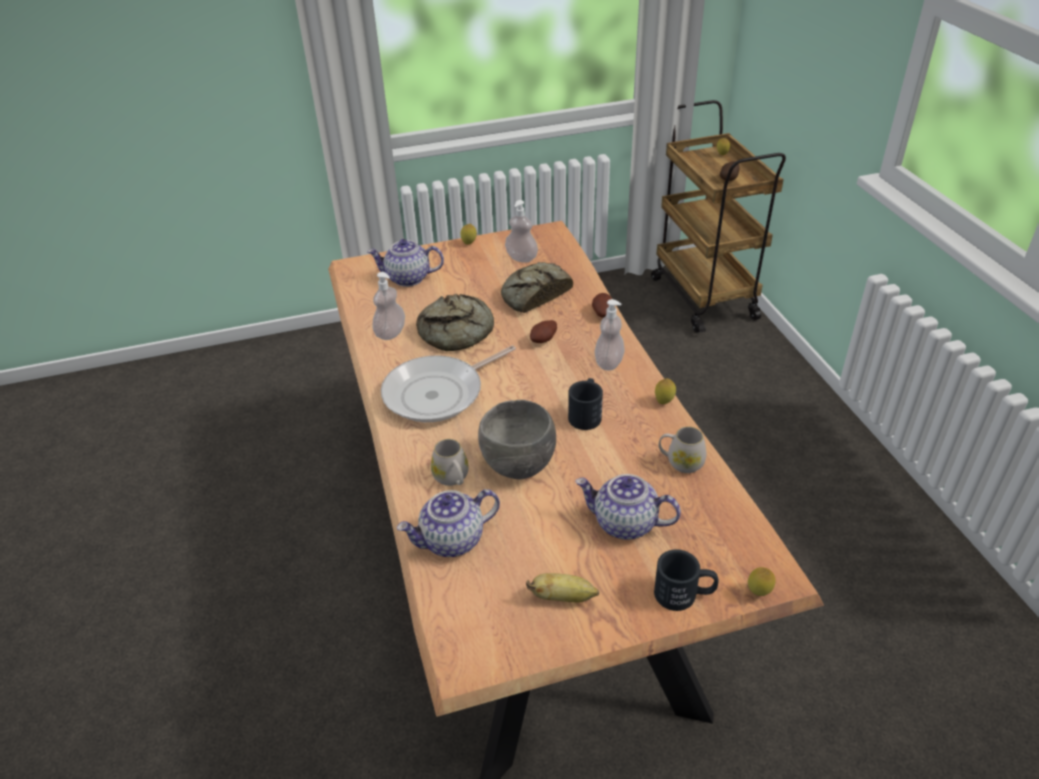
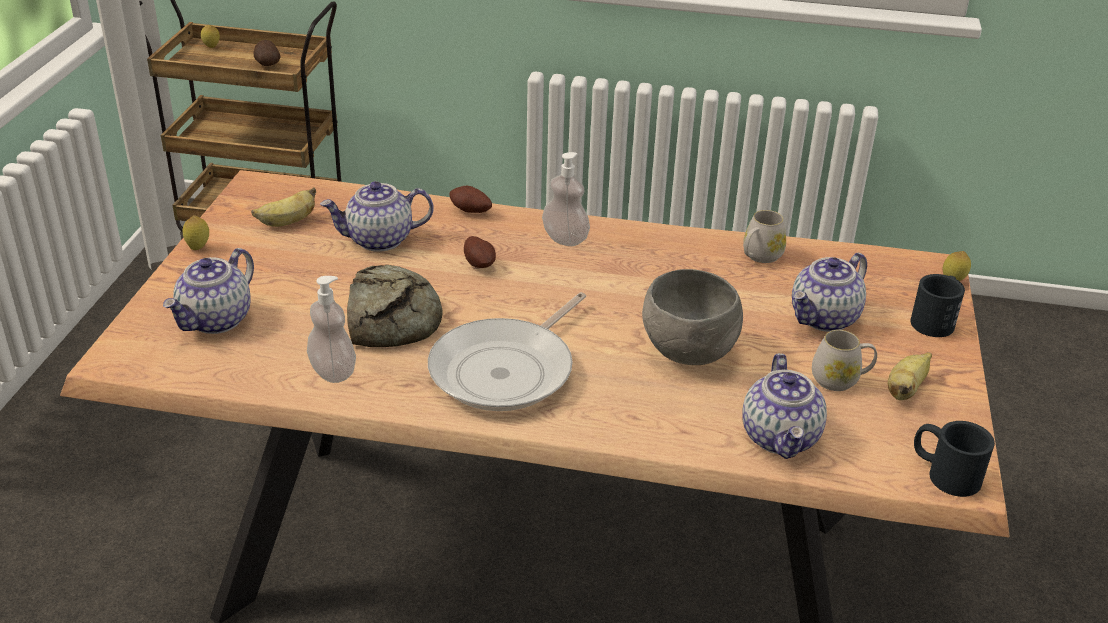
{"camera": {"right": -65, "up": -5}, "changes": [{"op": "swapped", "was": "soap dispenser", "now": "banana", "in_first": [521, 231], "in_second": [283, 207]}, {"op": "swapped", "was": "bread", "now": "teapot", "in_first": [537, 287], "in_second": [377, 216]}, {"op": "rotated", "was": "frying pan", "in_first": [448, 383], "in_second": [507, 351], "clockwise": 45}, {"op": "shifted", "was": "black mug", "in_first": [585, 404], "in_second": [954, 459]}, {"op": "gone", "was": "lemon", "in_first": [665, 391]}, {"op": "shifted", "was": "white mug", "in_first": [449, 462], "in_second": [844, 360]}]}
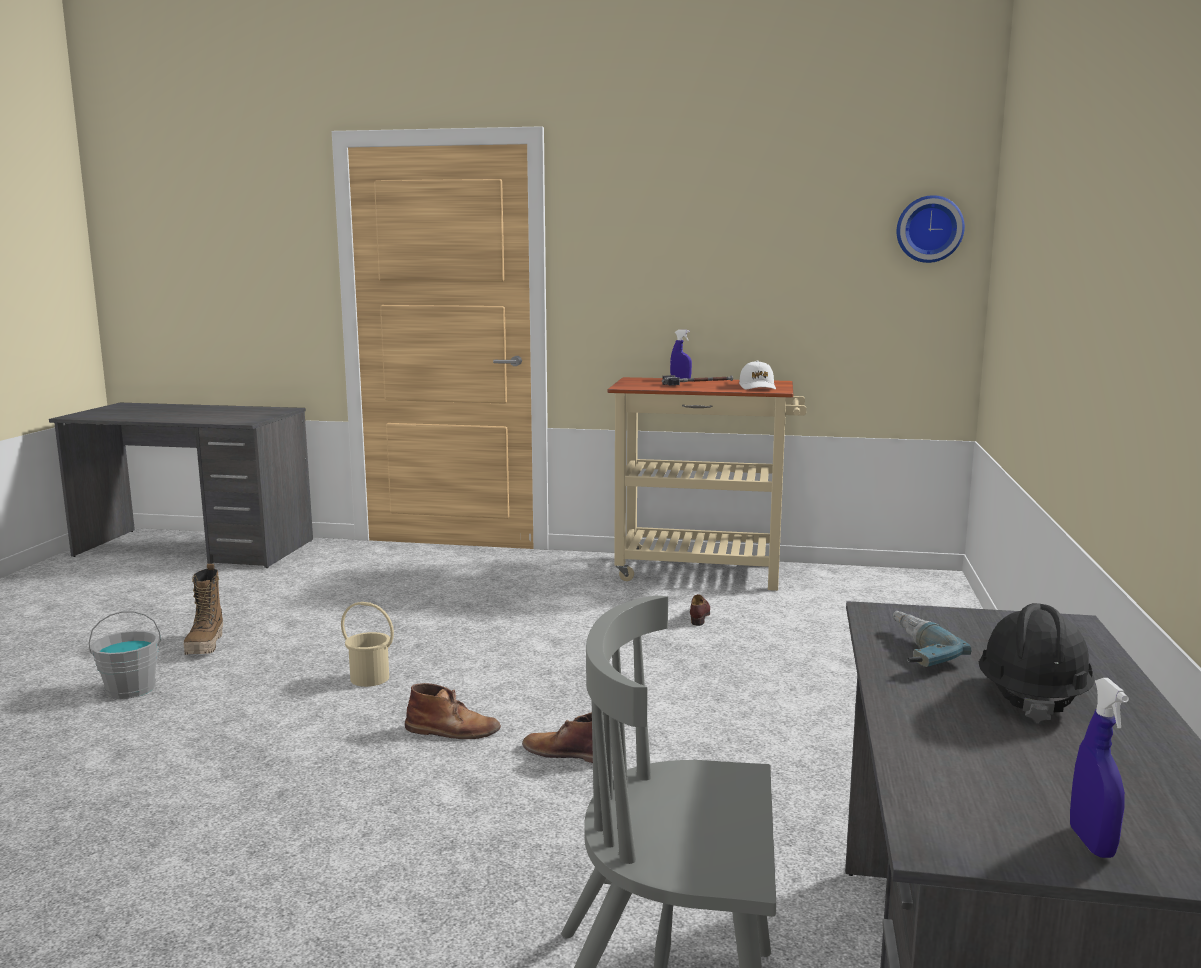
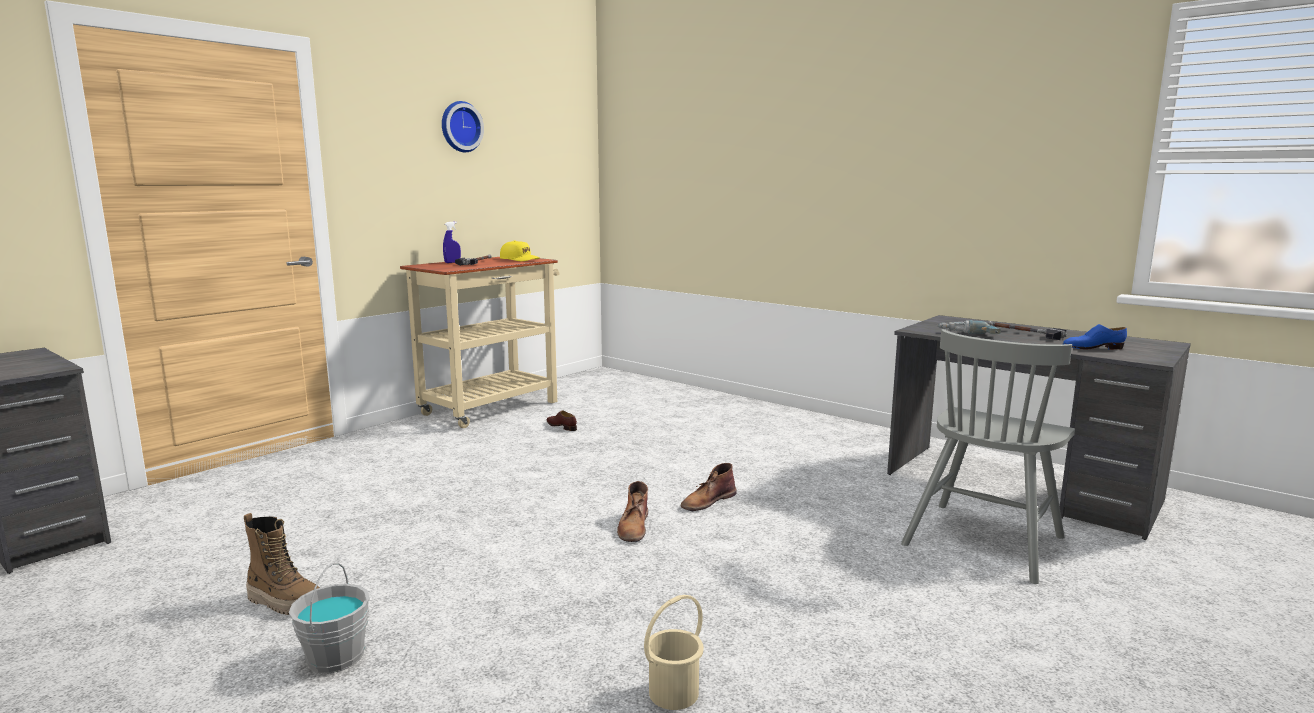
{"camera": {"right": -60, "up": 0}, "changes": [{"op": "shifted", "was": "wall clock", "in_first": [931, 229], "in_second": [463, 126]}, {"op": "repainted", "was": "white cap", "now": "yellow cap", "in_first": [757, 375], "in_second": [520, 250]}, {"op": "shifted", "was": "beige bucket", "in_first": [367, 644], "in_second": [674, 652]}, {"op": "swapped", "was": "black hard hat", "now": "hammer", "in_first": [1036, 663], "in_second": [1028, 330]}, {"op": "gone", "was": "blue spray bottle", "in_first": [1099, 768]}, {"op": "rotated", "was": "brown boot", "in_first": [453, 711], "in_second": [632, 511], "clockwise": 150}, {"op": "new", "now": "blue shoe", "in_second": [1095, 337]}]}
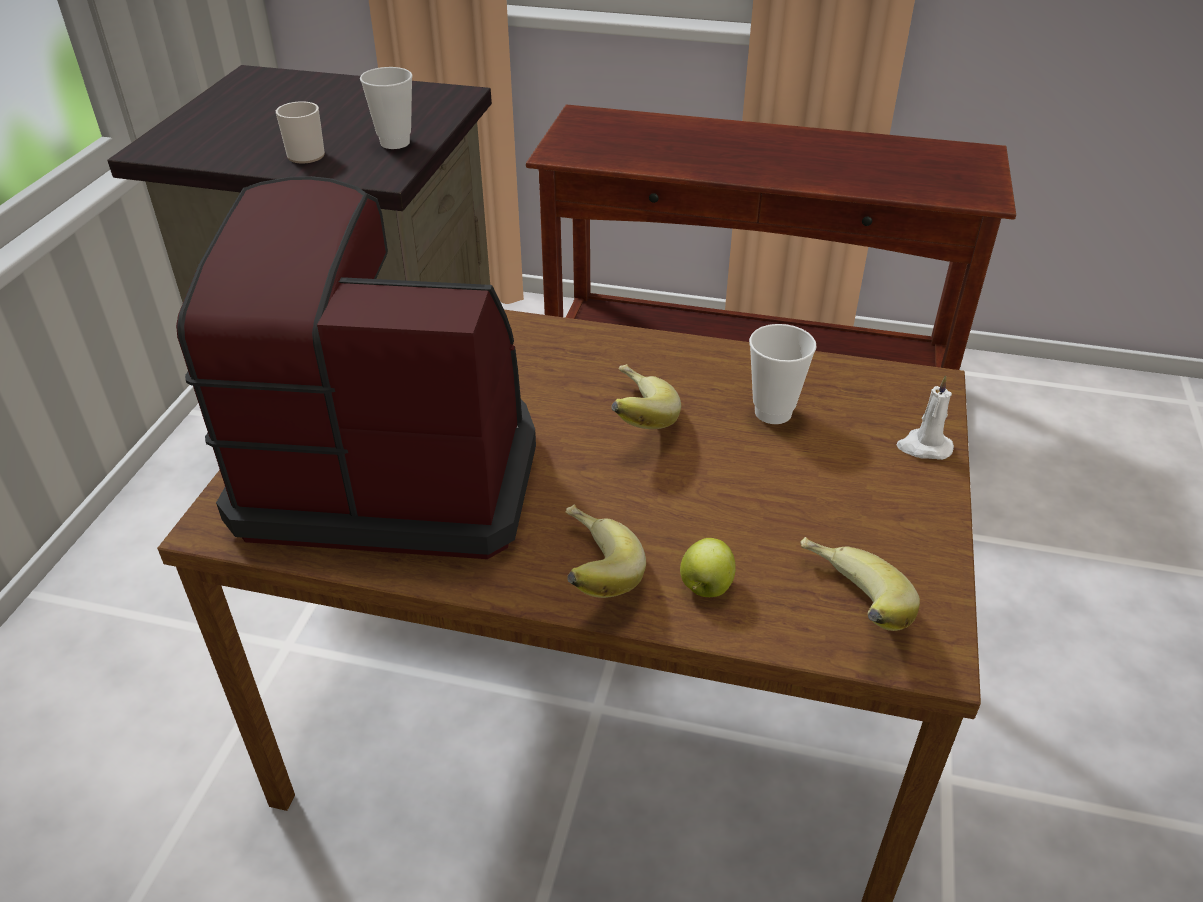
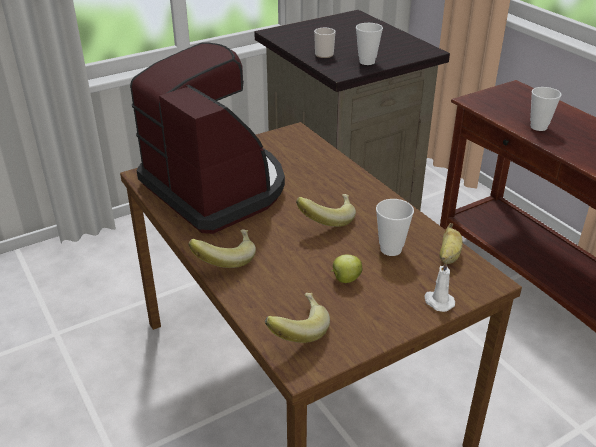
{"camera": {"right": 45, "up": -5}, "changes": [{"op": "shifted", "was": "apple", "in_first": [708, 567], "in_second": [346, 269]}, {"op": "new", "now": "cup", "in_second": [545, 109]}, {"op": "new", "now": "banana", "in_second": [451, 243]}]}
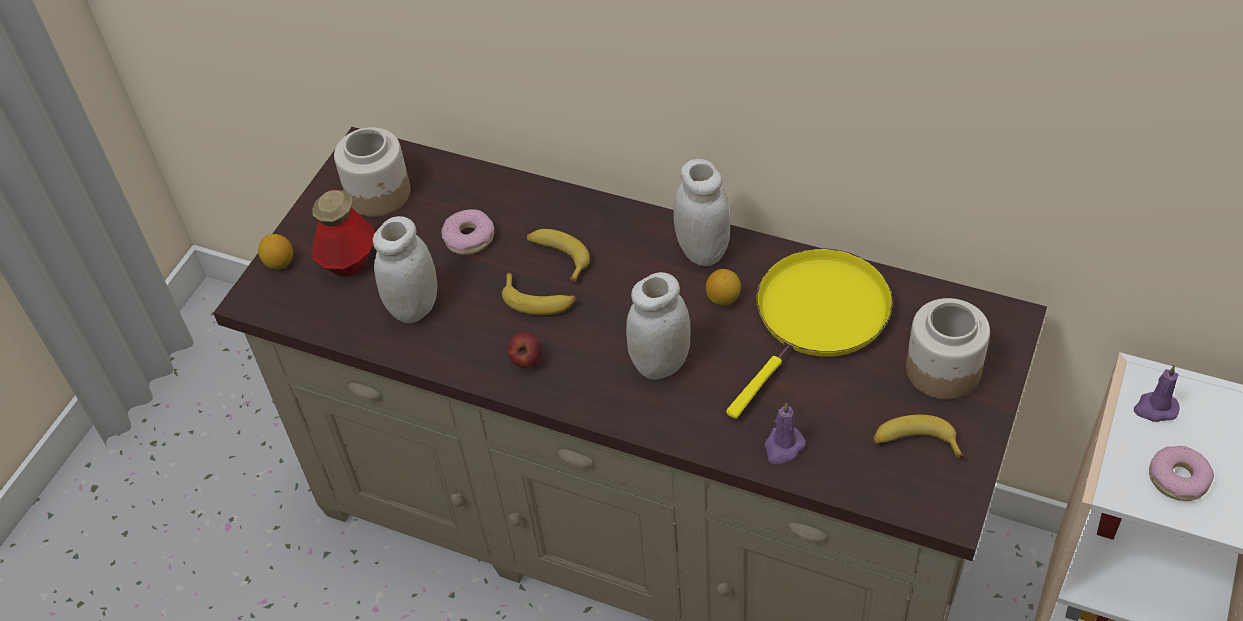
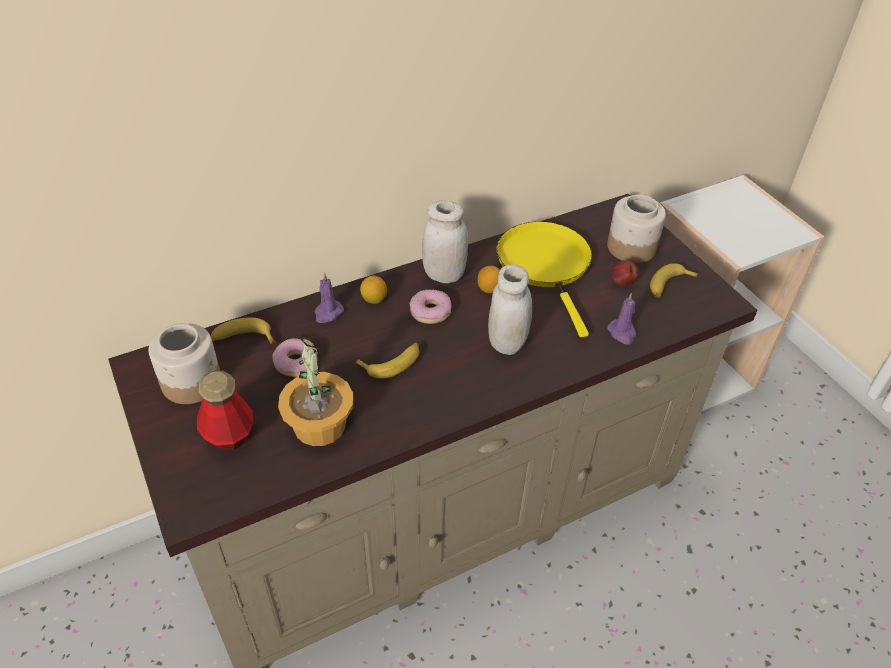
{"camera": {"right": -55, "up": -5}, "changes": [{"op": "swapped", "was": "white jar", "now": "potted plant", "in_first": [405, 270], "in_second": [315, 391]}, {"op": "shifted", "was": "banana", "in_first": [558, 256], "in_second": [242, 330]}, {"op": "shifted", "was": "lemon", "in_first": [275, 252], "in_second": [373, 290]}, {"op": "shifted", "was": "apple", "in_first": [524, 350], "in_second": [625, 273]}, {"op": "shifted", "was": "purple candle", "in_first": [1156, 393], "in_second": [329, 298]}, {"op": "shifted", "was": "donut", "in_first": [1181, 473], "in_second": [430, 306]}]}
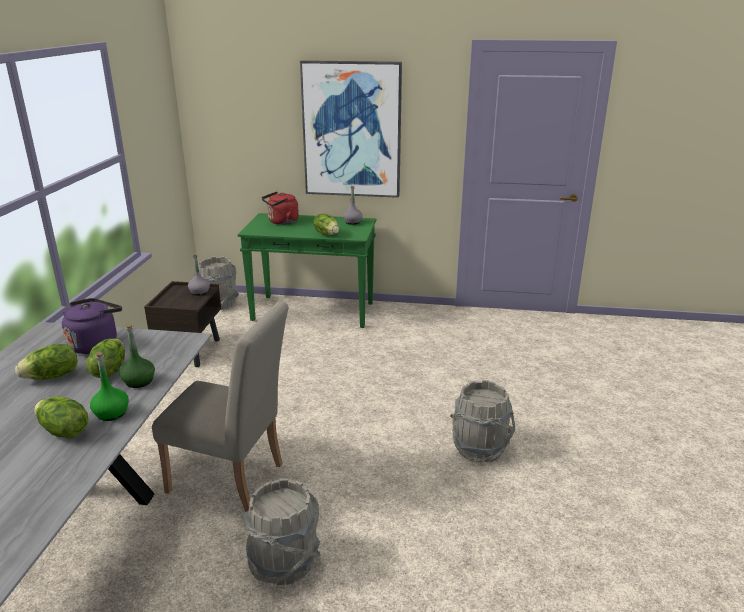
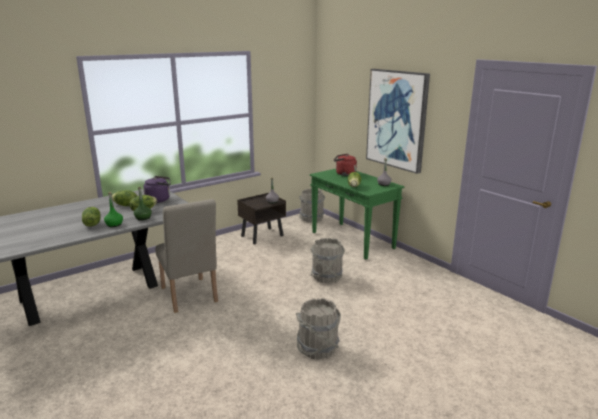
{"camera": {"right": 45, "up": -5}, "changes": [{"op": "shifted", "was": "grey bucket", "in_first": [281, 532], "in_second": [327, 261]}]}
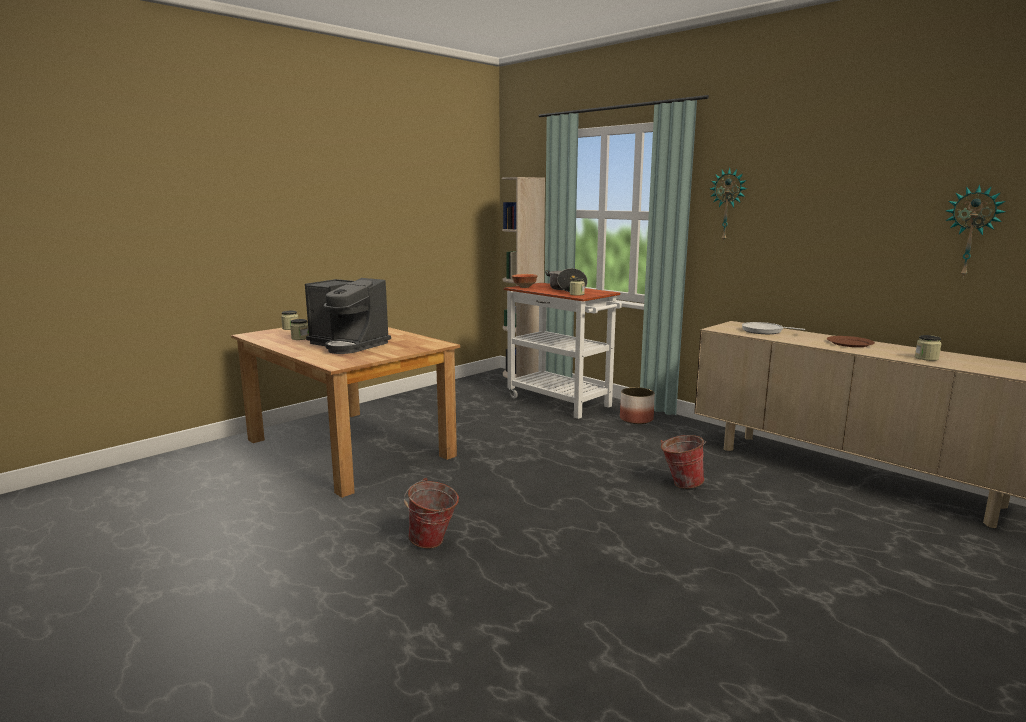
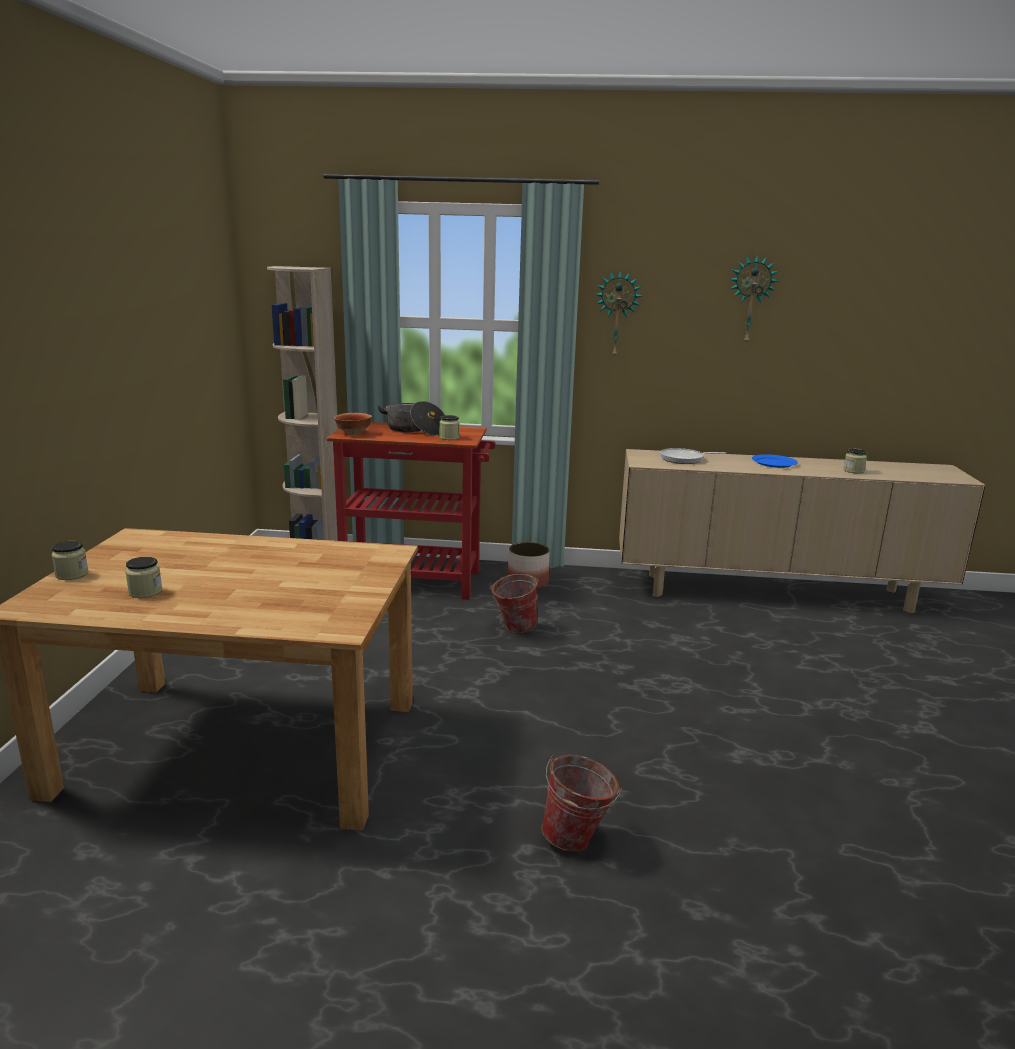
{"camera": {"right": -40, "up": 5}, "changes": [{"op": "shifted", "was": "wall clock", "in_first": [975, 231], "in_second": [753, 299]}, {"op": "gone", "was": "coffee machine", "in_first": [348, 316]}, {"op": "repainted", "was": "white cart", "now": "red cart", "in_first": [563, 351], "in_second": [410, 511]}, {"op": "repainted", "was": "brown plate", "now": "blue plate", "in_first": [851, 341], "in_second": [775, 461]}, {"op": "shifted", "was": "bucket", "in_first": [683, 462], "in_second": [514, 603]}]}
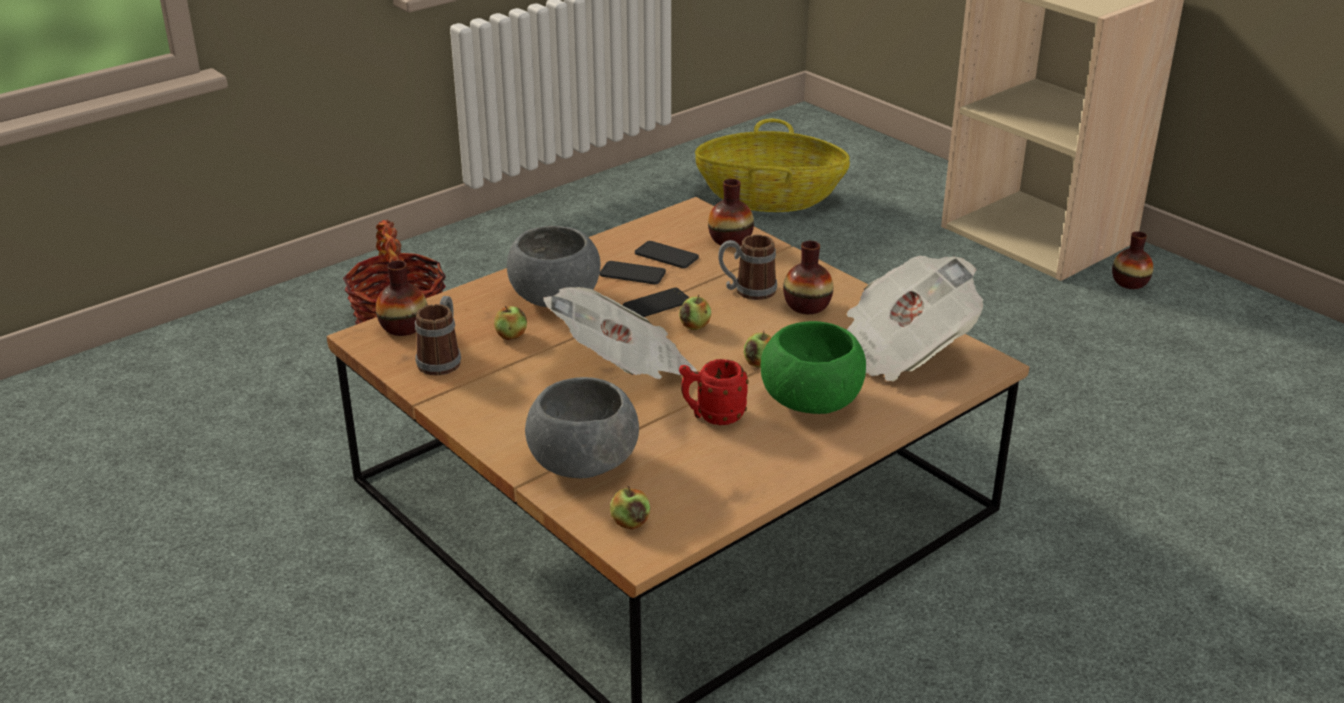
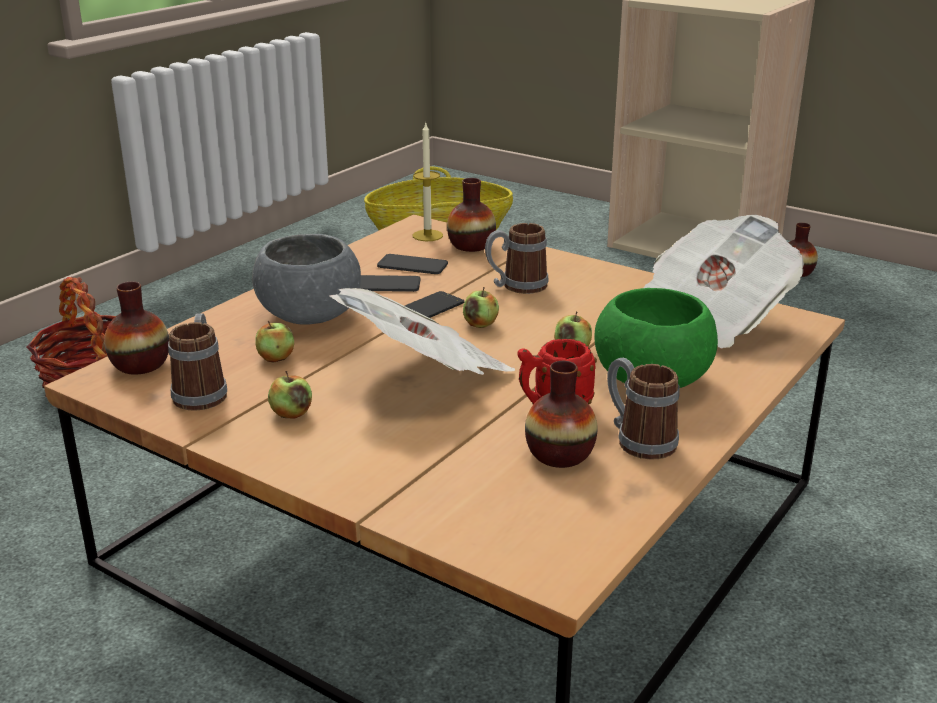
{"camera": {"right": -15, "up": -5}, "changes": [{"op": "shifted", "was": "vase", "in_first": [808, 277], "in_second": [561, 414]}, {"op": "gone", "was": "grey bowl", "in_first": [582, 427]}, {"op": "shifted", "was": "apple", "in_first": [630, 507], "in_second": [290, 394]}, {"op": "new", "now": "candle", "in_second": [428, 181]}, {"op": "new", "now": "mug", "in_second": [643, 409]}]}
